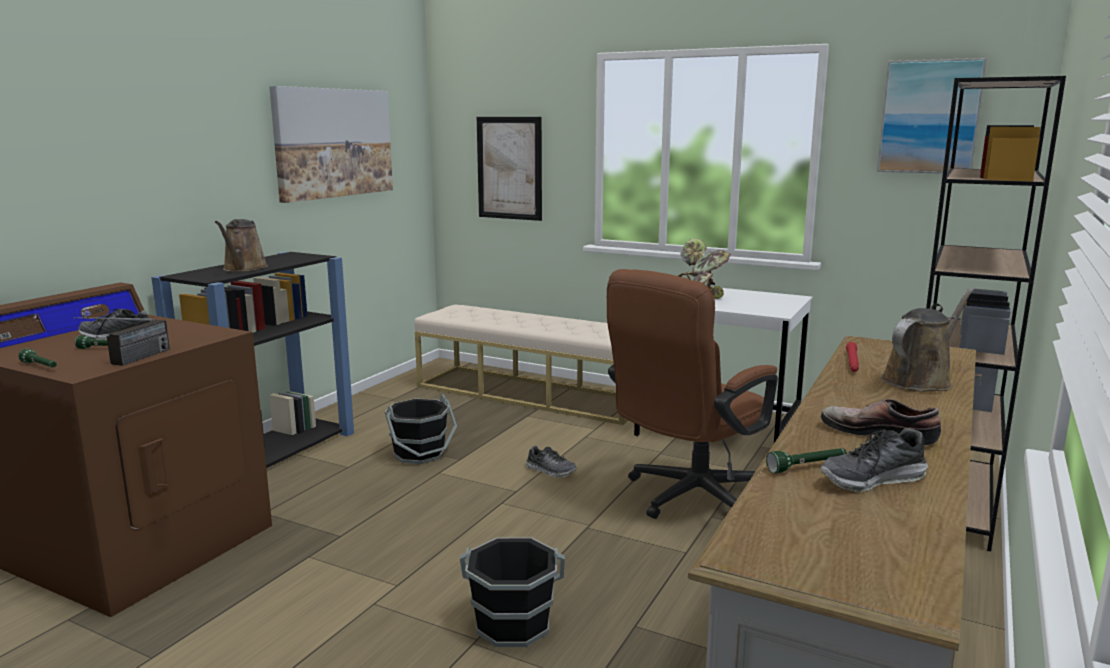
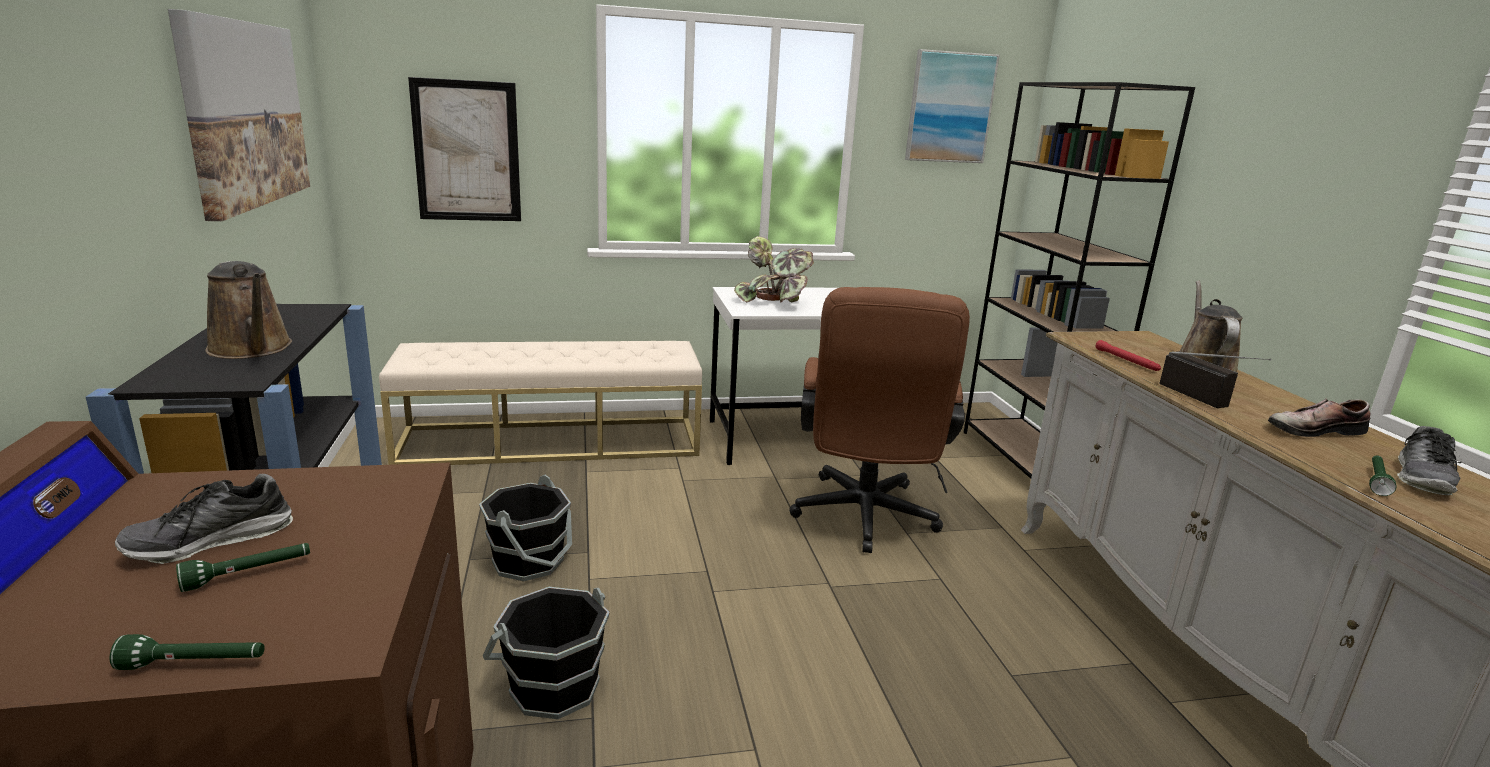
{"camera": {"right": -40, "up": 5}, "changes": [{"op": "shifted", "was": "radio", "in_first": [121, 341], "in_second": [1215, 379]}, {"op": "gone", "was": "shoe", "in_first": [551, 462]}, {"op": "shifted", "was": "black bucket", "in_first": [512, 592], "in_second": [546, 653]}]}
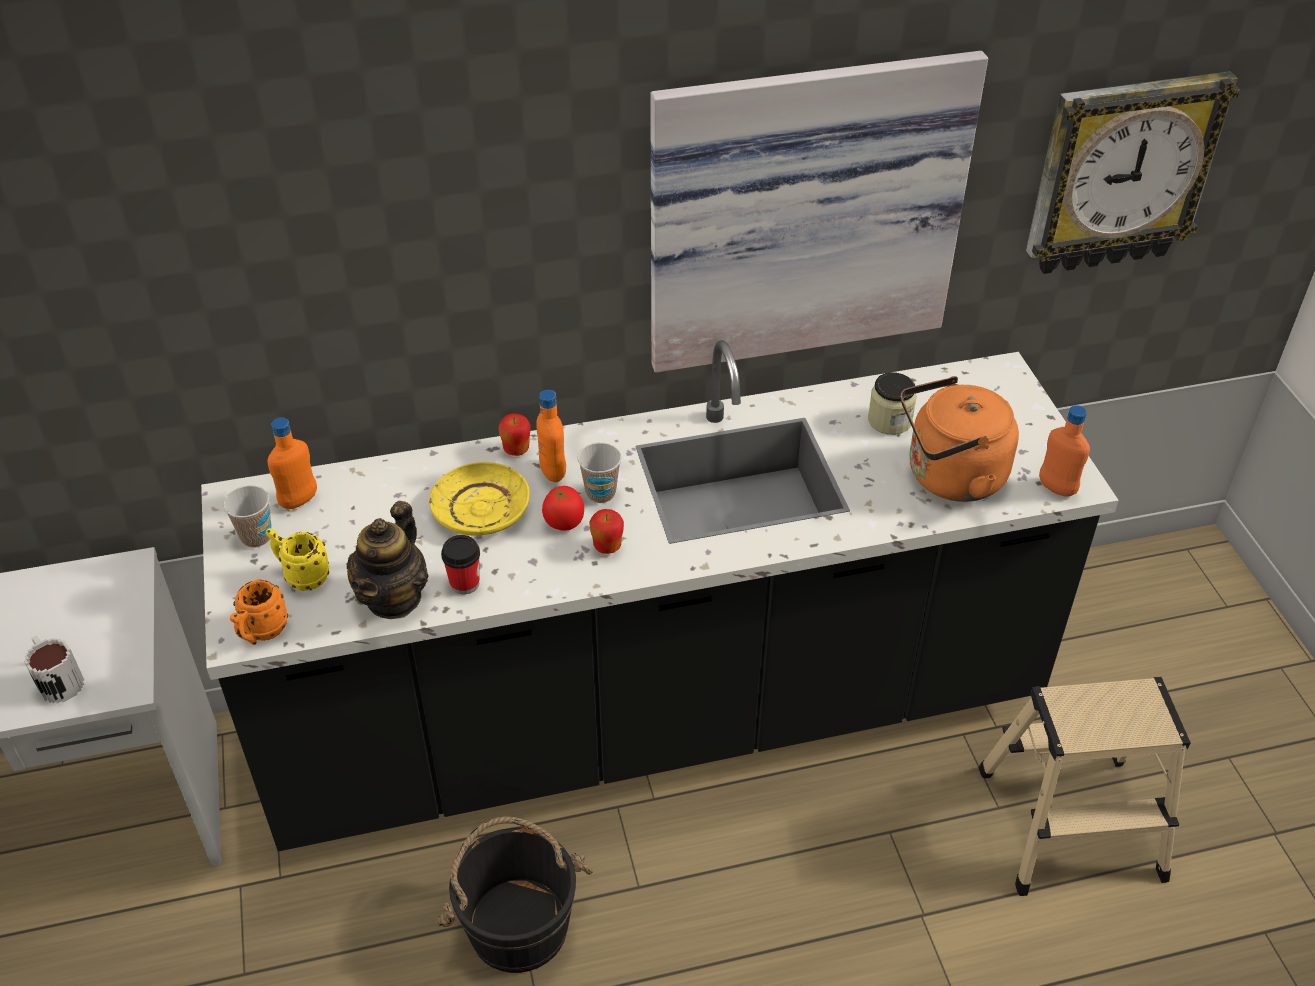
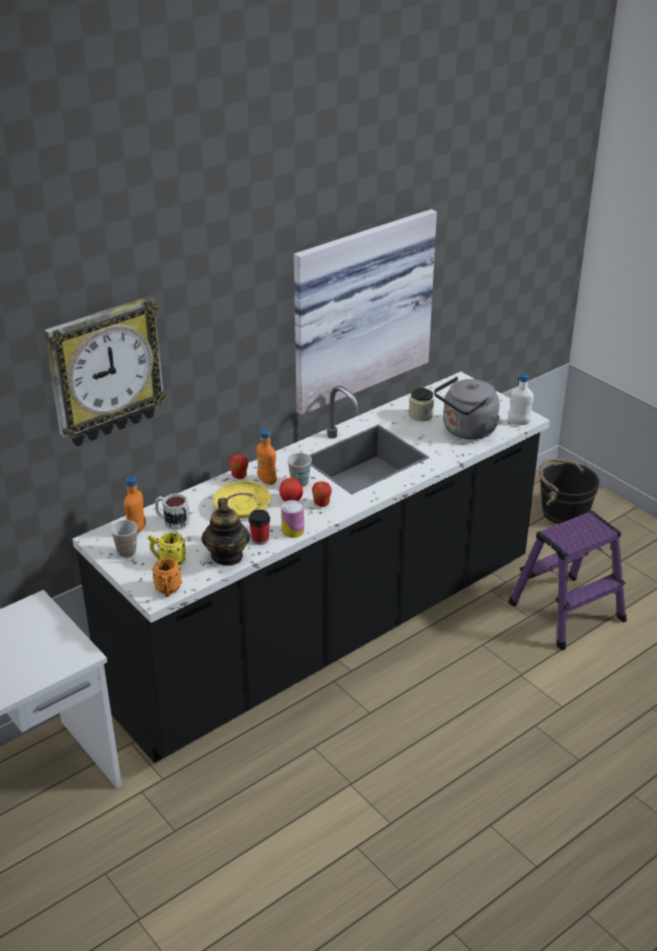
{"camera": {"right": -25, "up": -10}, "changes": [{"op": "shifted", "was": "wall clock", "in_first": [1133, 172], "in_second": [105, 371]}, {"op": "repainted", "was": "orange kettle", "now": "grey kettle", "in_first": [960, 439], "in_second": [467, 408]}, {"op": "repainted", "was": "orange bottle", "now": "white bottle", "in_first": [1064, 451], "in_second": [521, 399]}, {"op": "shifted", "was": "mug", "in_first": [54, 669], "in_second": [172, 511]}, {"op": "repainted", "was": "beige step ladder", "now": "purple step ladder", "in_first": [1085, 786], "in_second": [567, 580]}, {"op": "shifted", "was": "black bucket", "in_first": [514, 894], "in_second": [569, 491]}, {"op": "new", "now": "can", "in_second": [292, 519]}]}
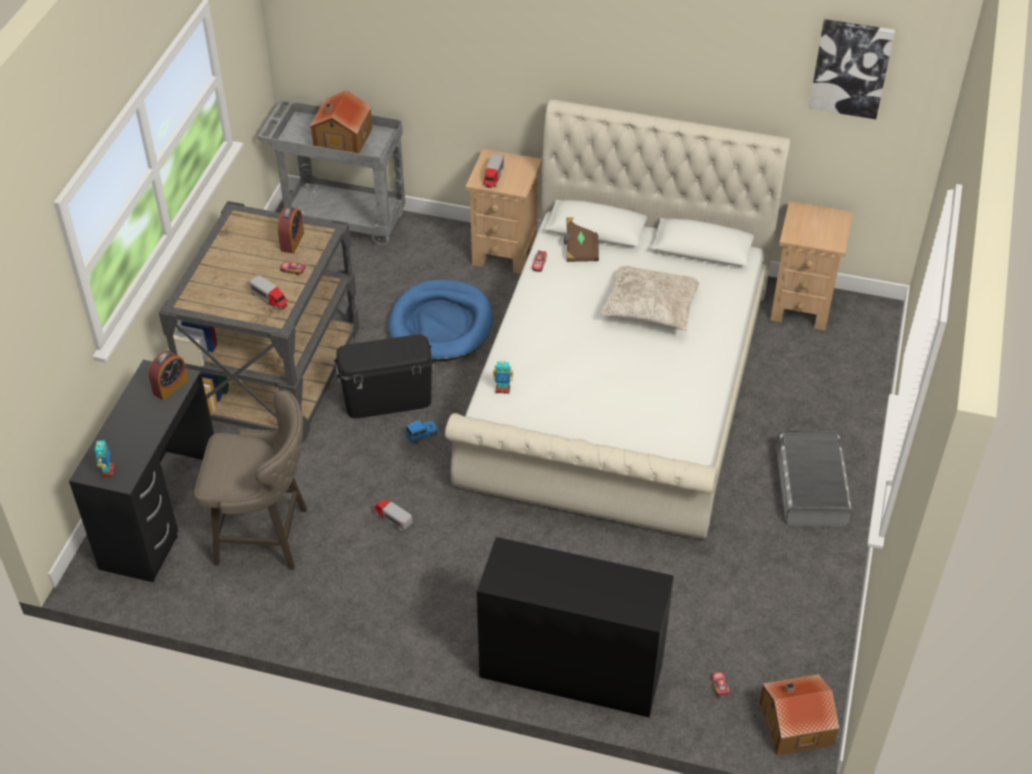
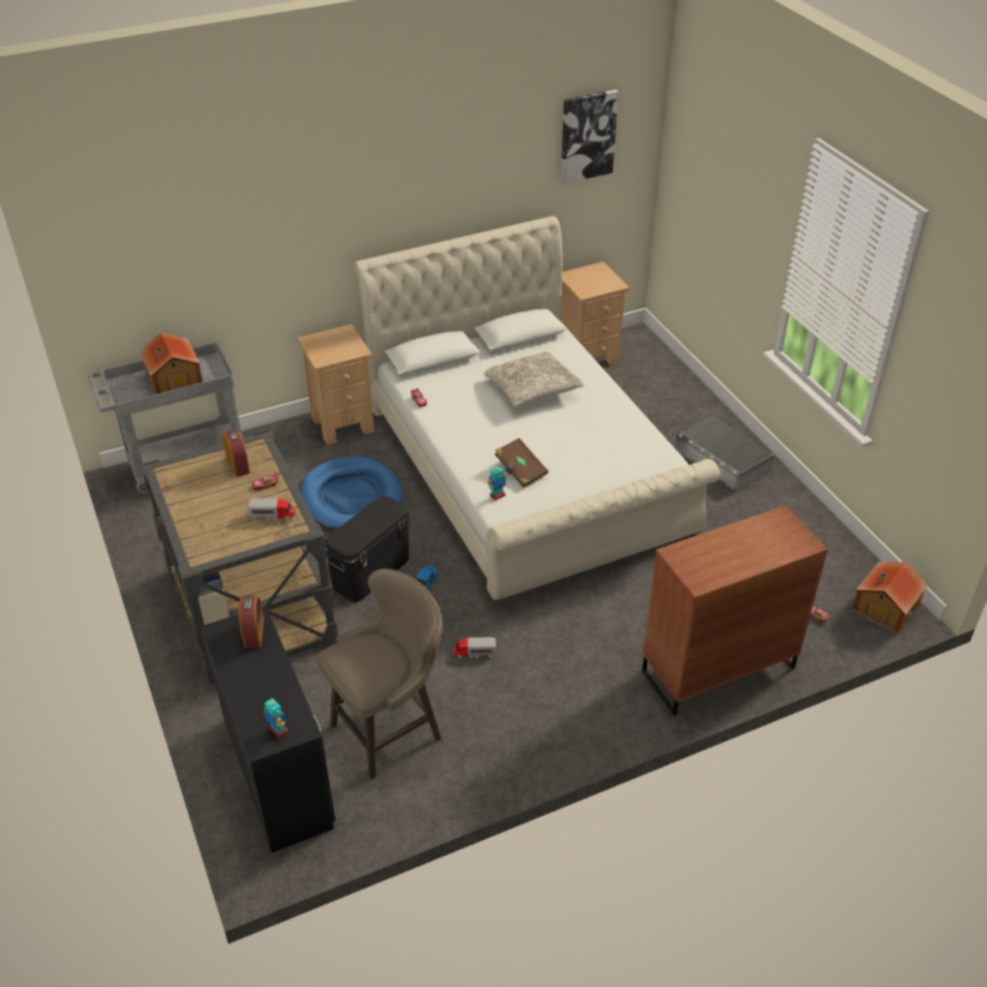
{"camera": {"right": -40, "up": -5}, "changes": [{"op": "gone", "was": "toy truck", "in_first": [493, 171]}, {"op": "shifted", "was": "brown book", "in_first": [581, 239], "in_second": [521, 463]}, {"op": "swapped", "was": "black desk", "now": "brown dresser", "in_first": [575, 627], "in_second": [735, 610]}]}
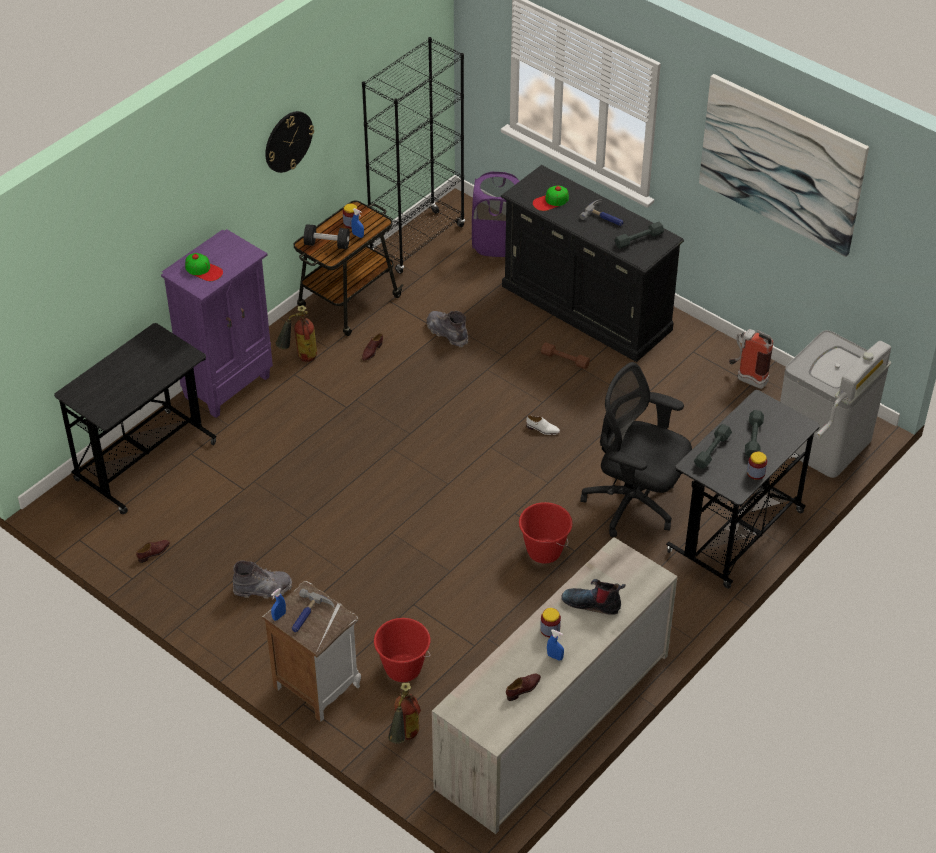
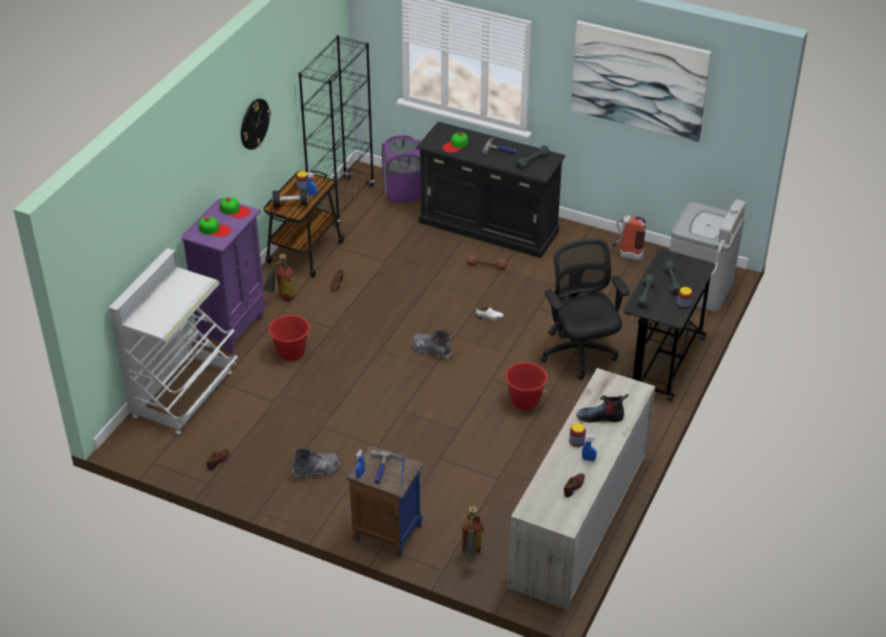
{"camera": {"right": -15, "up": -5}, "changes": [{"op": "shifted", "was": "grey boot", "in_first": [447, 329], "in_second": [432, 345]}, {"op": "swapped", "was": "black desk", "now": "white shoe rack", "in_first": [135, 418], "in_second": [173, 341]}, {"op": "rotated", "was": "black office chair", "in_first": [636, 449], "in_second": [585, 309], "clockwise": 60}, {"op": "repainted", "was": "white nightstand", "now": "blue nightstand", "in_first": [311, 651], "in_second": [384, 502]}, {"op": "shifted", "was": "red bucket", "in_first": [402, 650], "in_second": [290, 338]}, {"op": "new", "now": "cap", "in_second": [235, 207]}]}
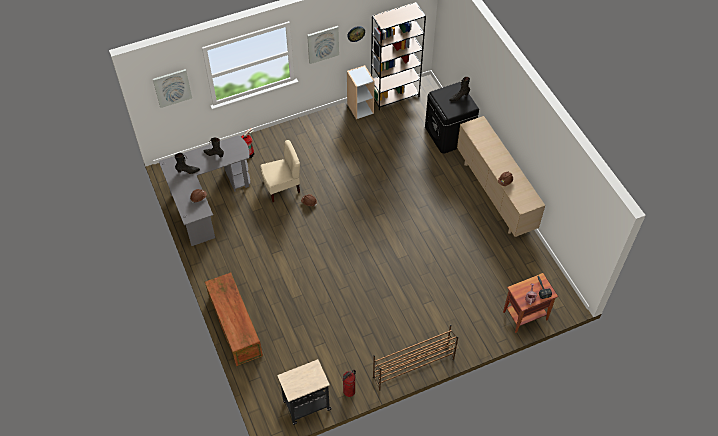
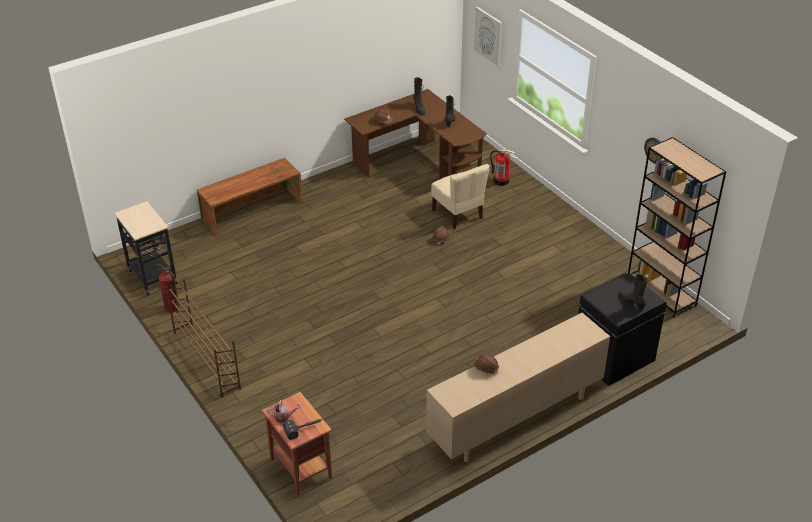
{"camera": {"right": 80, "up": -15}, "changes": [{"op": "gone", "was": "picture", "in_first": [323, 45]}, {"op": "gone", "was": "bookcase", "in_first": [361, 92]}, {"op": "repainted", "was": "grey desk", "now": "brown desk", "in_first": [204, 190], "in_second": [415, 134]}]}
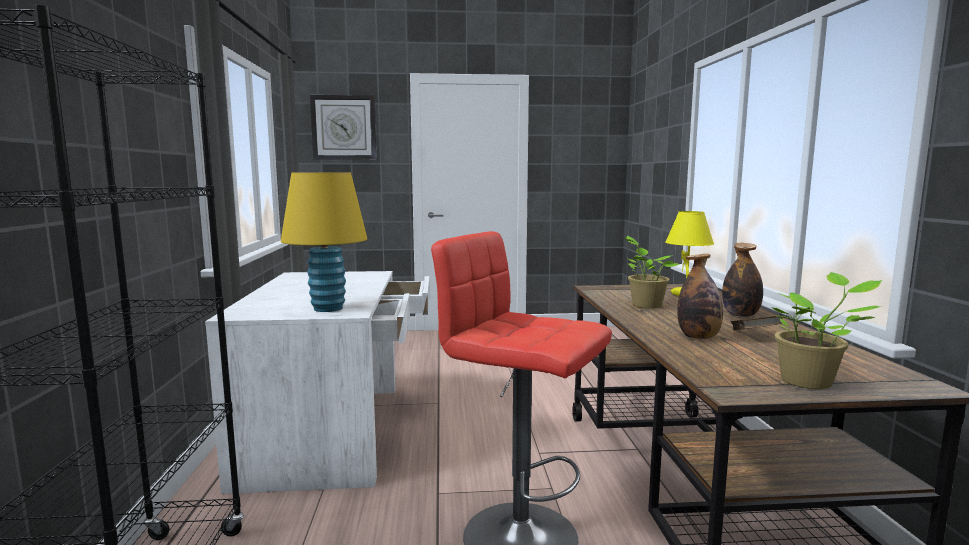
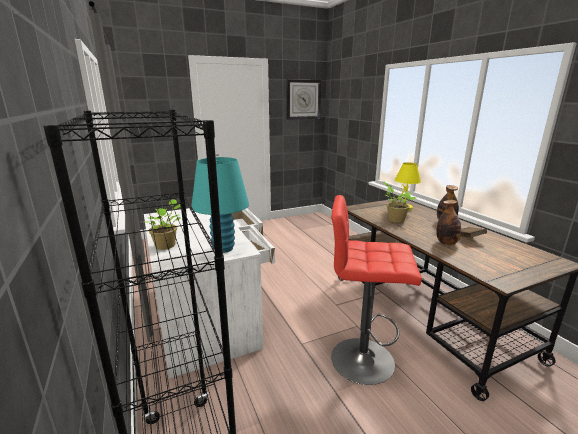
{"camera": {"right": -20, "up": 10}, "changes": [{"op": "shifted", "was": "wall clock", "in_first": [343, 127], "in_second": [304, 99]}, {"op": "repainted", "was": "yellow table lamp", "now": "turquoise table lamp", "in_first": [324, 242], "in_second": [220, 205]}, {"op": "shifted", "was": "potted plant", "in_first": [827, 330], "in_second": [163, 224]}]}
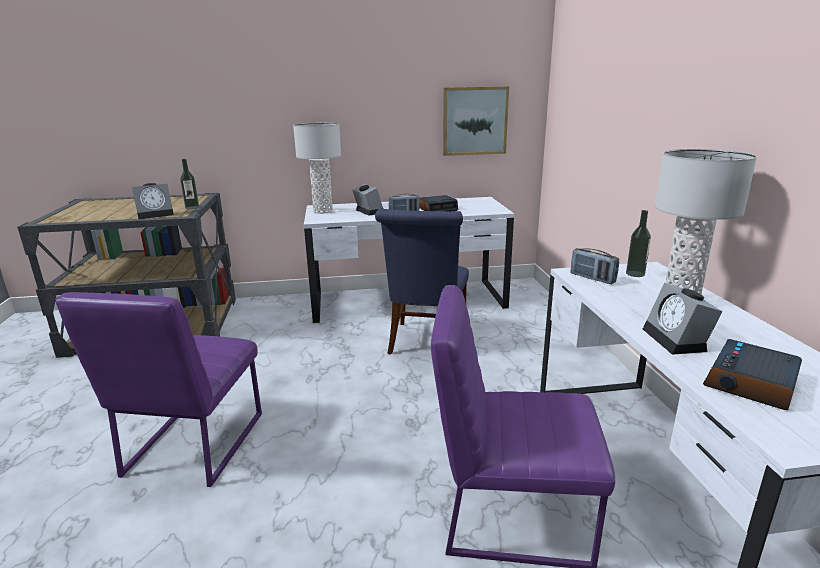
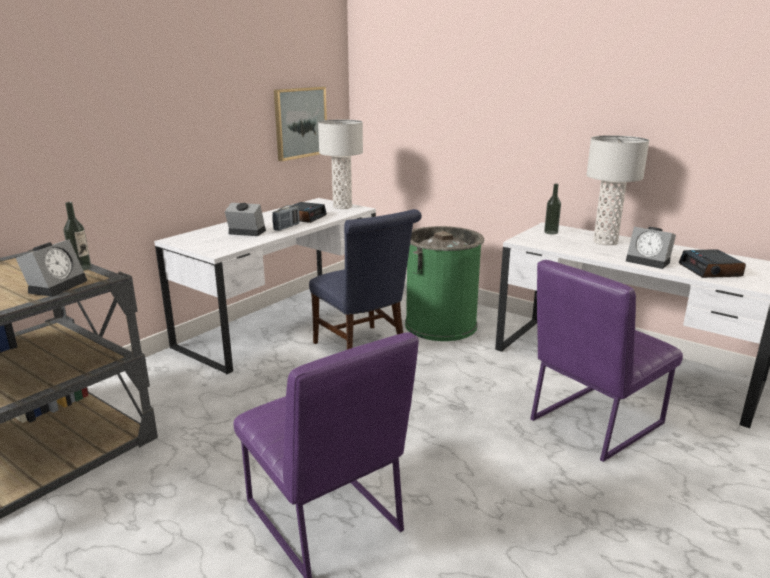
{"camera": {"right": -45, "up": 0}, "changes": [{"op": "shifted", "was": "white table lamp", "in_first": [317, 168], "in_second": [340, 164]}, {"op": "gone", "was": "radio", "in_first": [595, 266]}, {"op": "new", "now": "green trash can", "in_second": [444, 283]}]}
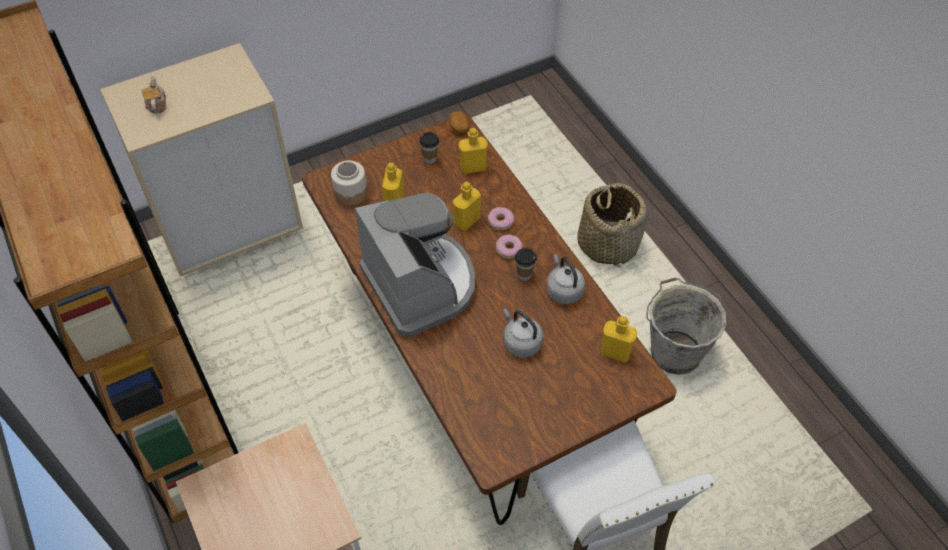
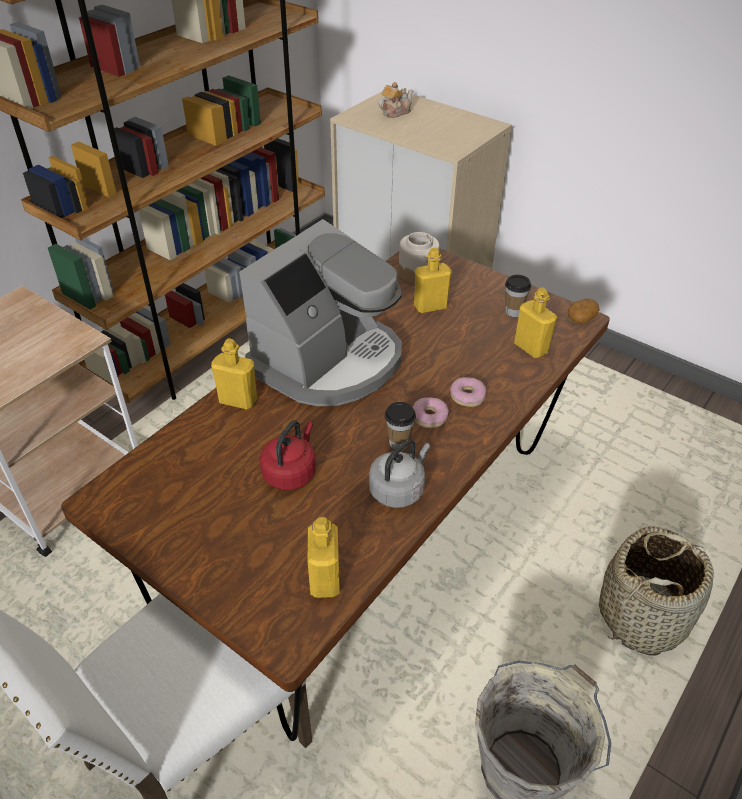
{"camera": {"right": 65, "up": -10}, "changes": [{"op": "shifted", "was": "yellow bottle", "in_first": [467, 206], "in_second": [234, 374]}, {"op": "repainted", "was": "grey kettle", "now": "red kettle", "in_first": [523, 333], "in_second": [288, 455]}]}
